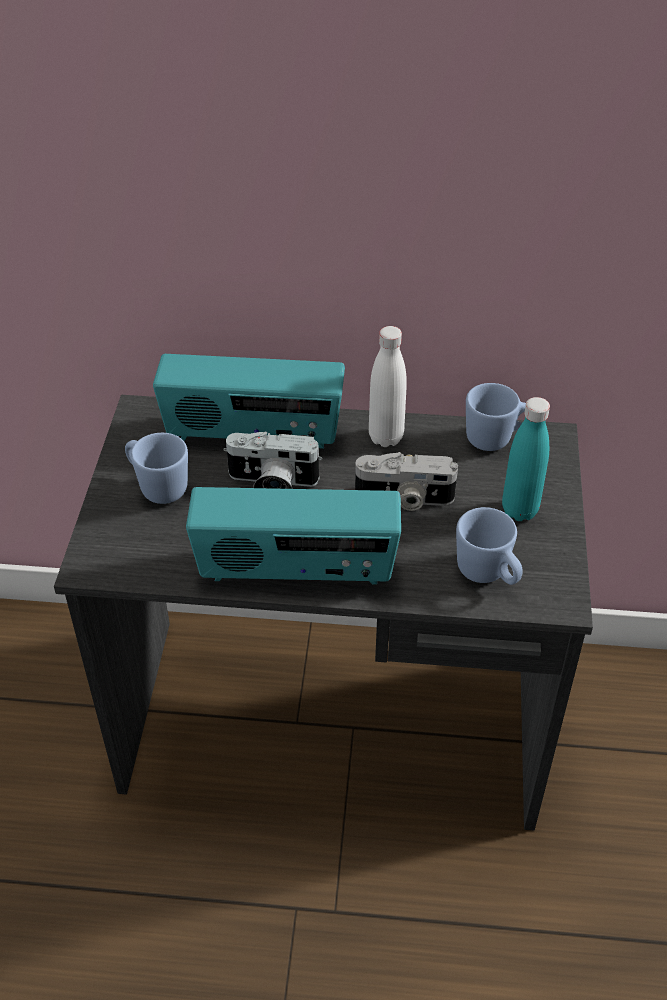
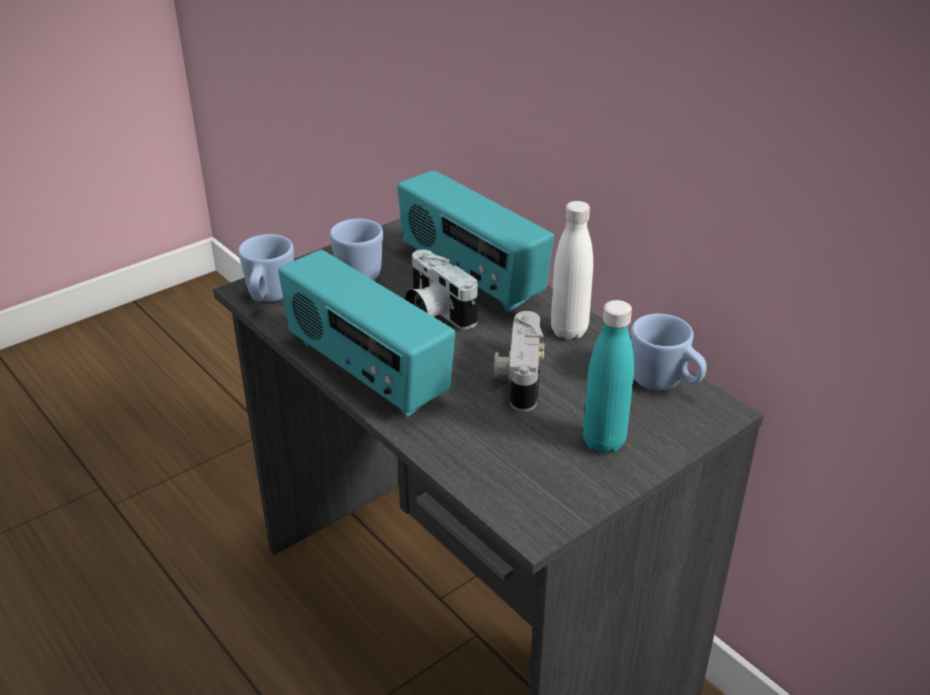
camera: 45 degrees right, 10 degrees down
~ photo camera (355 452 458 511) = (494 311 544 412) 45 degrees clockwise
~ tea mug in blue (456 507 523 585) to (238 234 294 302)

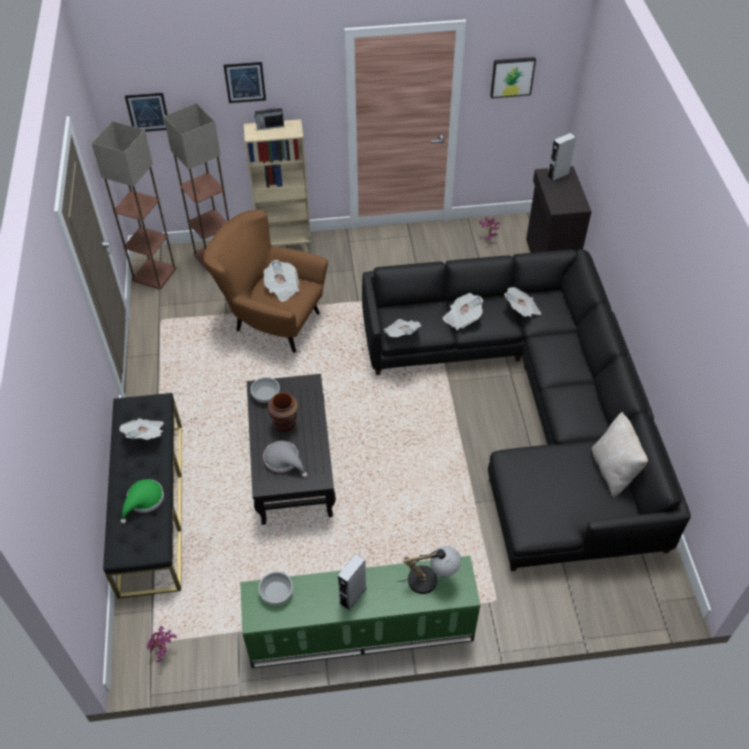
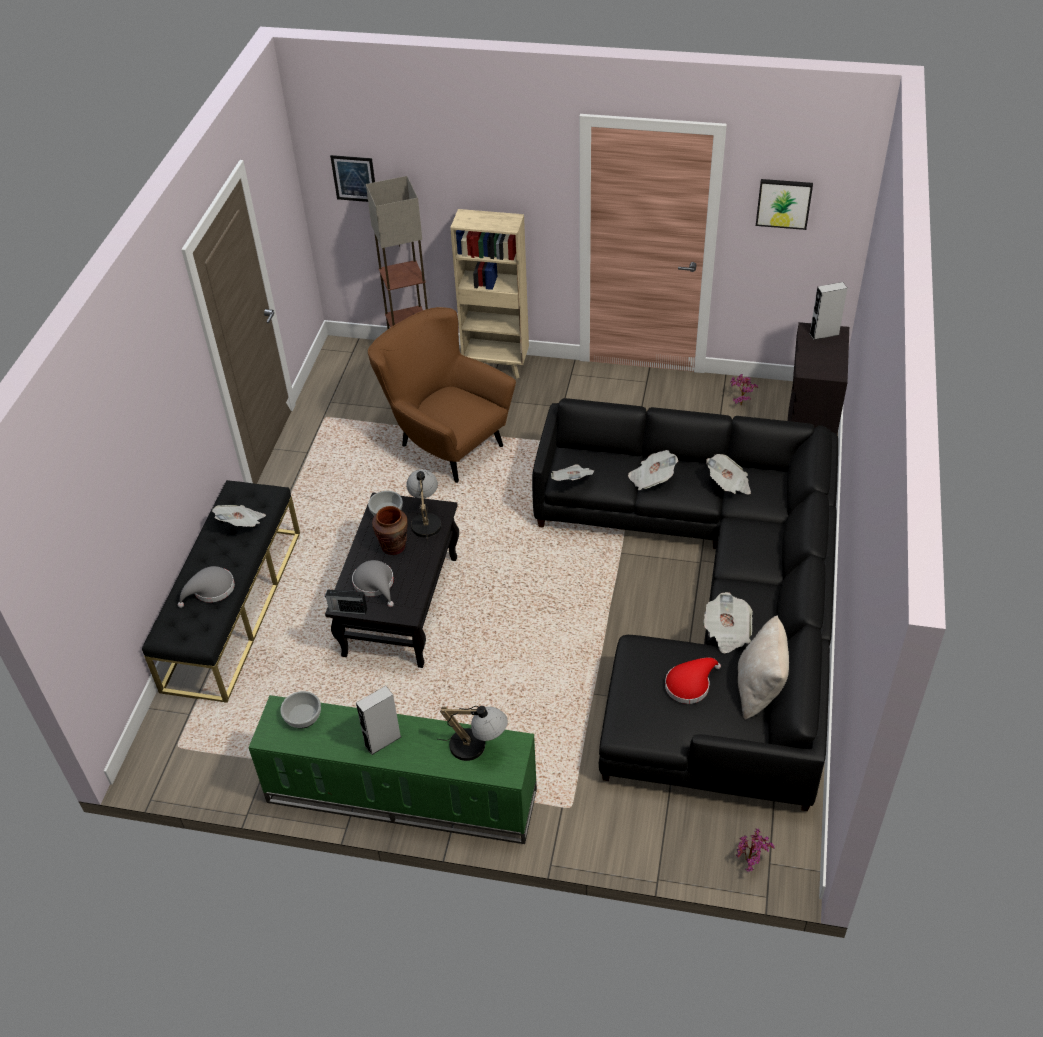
camera: 20 degrees right, 5 degrees down
- picture (223 62 266 103)
~ radio receiver (254 107 284 130) to (325 589 367 615)
- standard lamp (92 121 176 290)
~ newspaper (264 260 300 302) to (703 592 753 654)
~ clothing hat in greenish (121 479 164 524) to clothing hat in grey (178 566 235 608)
~ potted plant (146 626 177 662) to (736 828 775 872)
+ lamp for a table (406 469 441 546)
+ clothing hat in reddish (665 658 721 704)

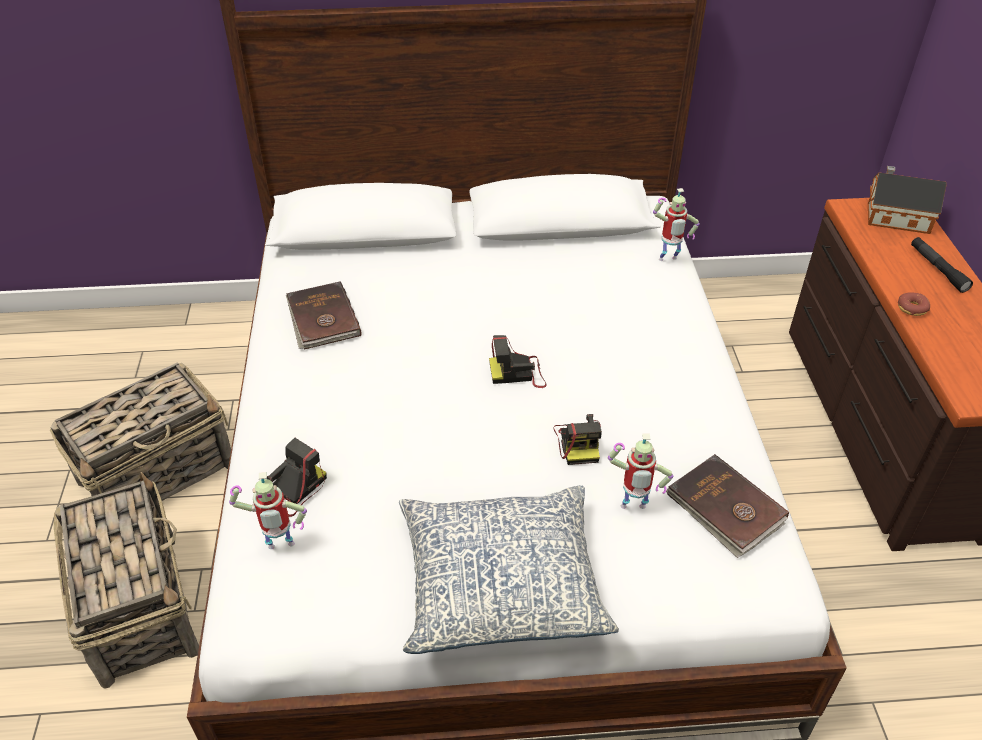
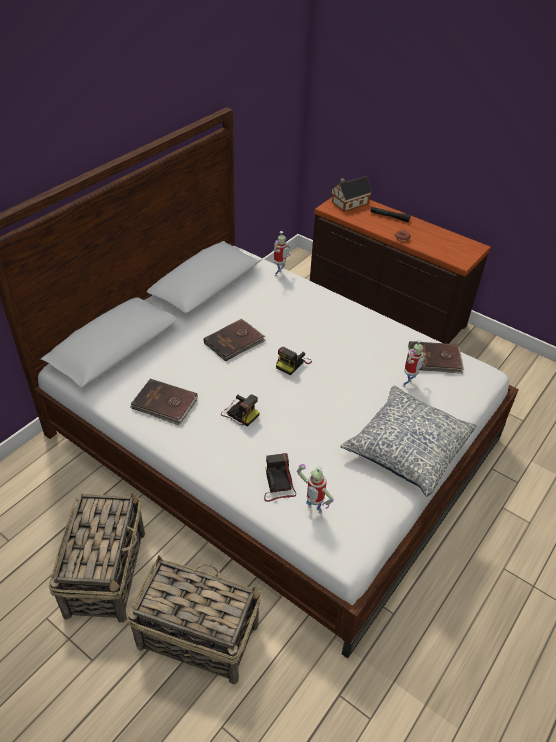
camera: 50 degrees left, 0 degrees up
~ photo camera (553 414 602 465) to (221 394 260 426)
~ model robot (229 472 307 549) = (297 464 334 514) 90 degrees clockwise
+ bound book in brown-coloured (204 319 266 361)

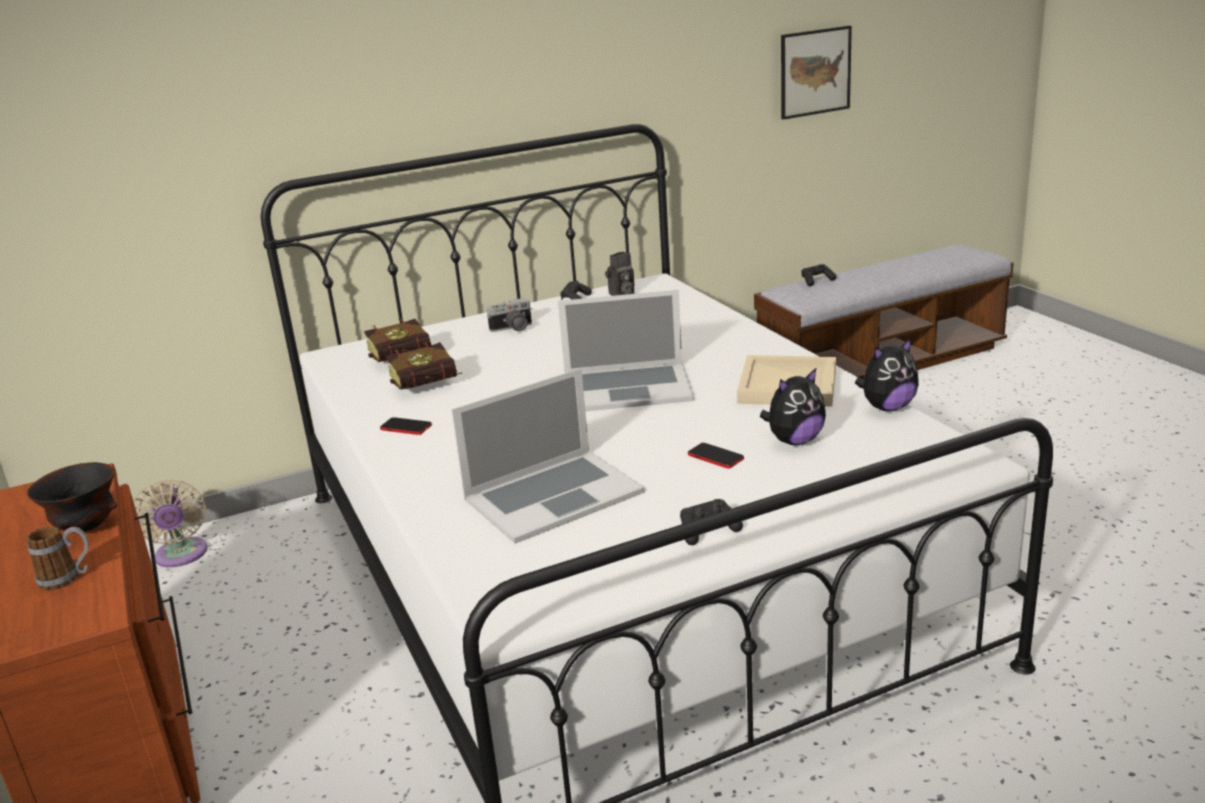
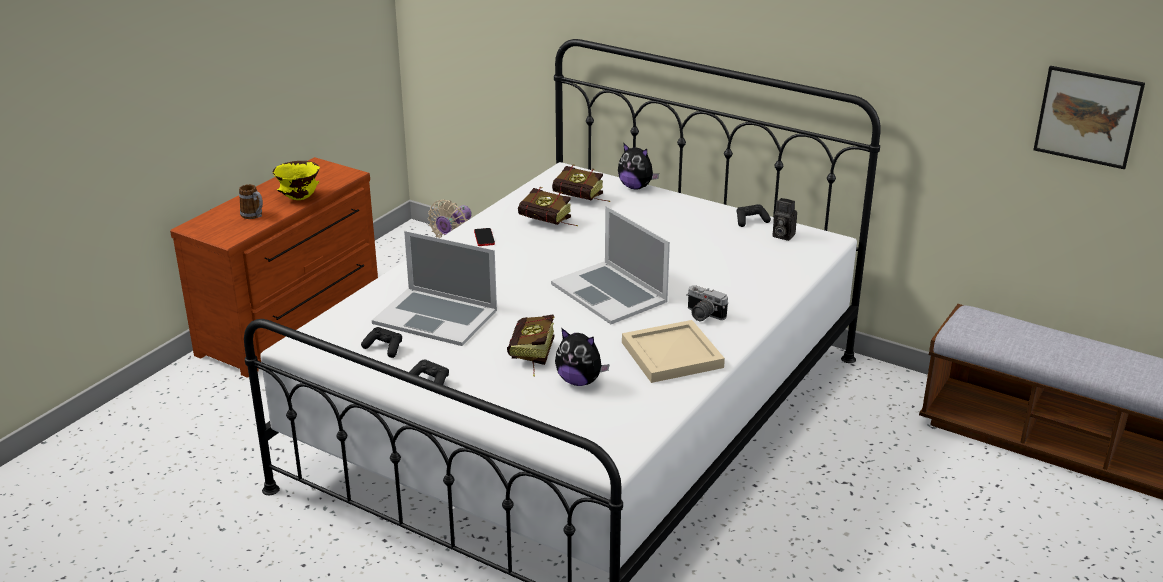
camera: 55 degrees right, 5 degrees up
~ joypad in blackish (801 264 836 286) to (361 327 402 358)
~ photo camera (487 298 532 332) to (686 285 728 321)
~ cuddly toy (855 338 919 411) to (618 143 659 190)
~ telephone (688 443 744 469) to bound book (507 314 554 376)
~ deep dish in blackish (27 462 117 533) to deep dish in yellow-coloured (272 161 320 200)

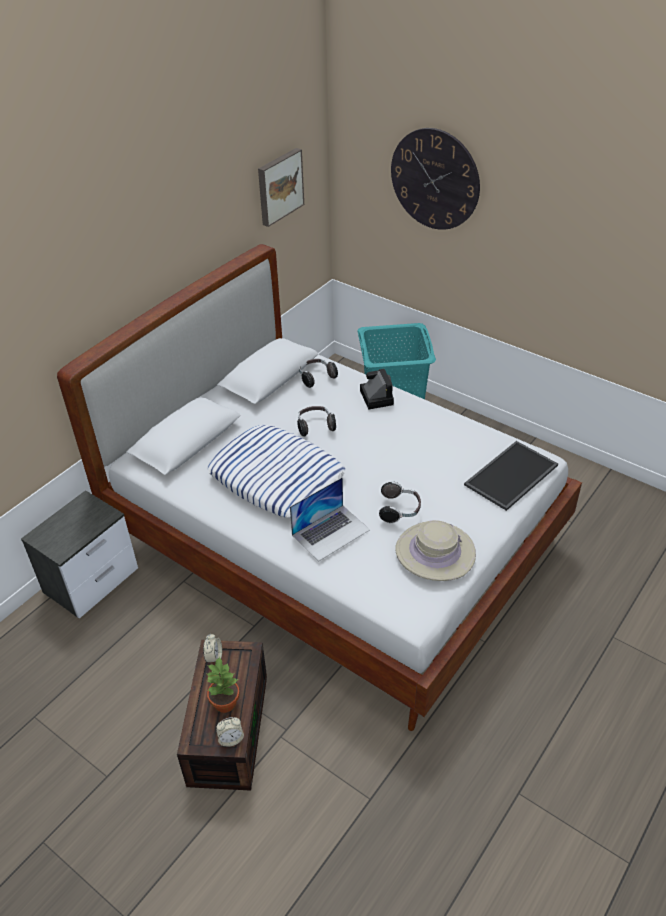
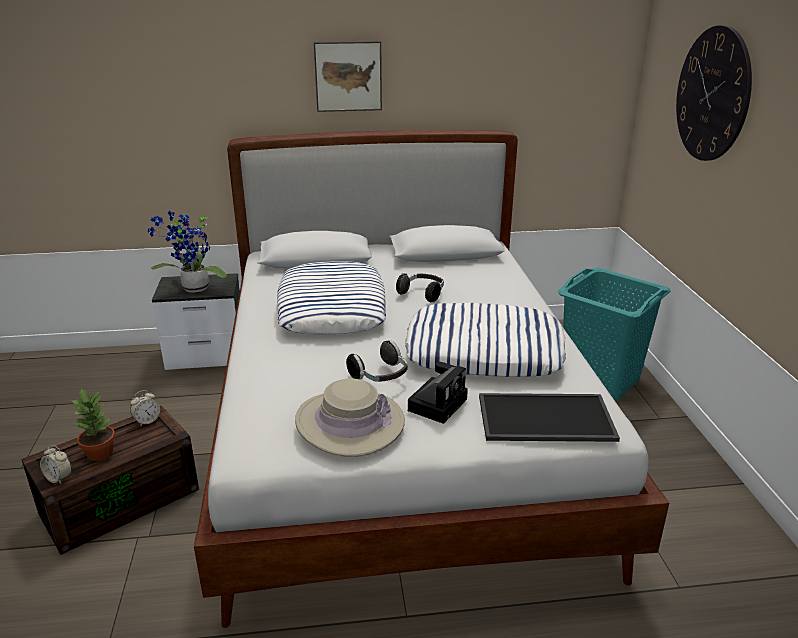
camera: 45 degrees right, 15 degrees down
~ picture (258 148 304 227) to (314 41 382 112)
- headphones (299 359 338 388)
~ photo camera (360 369 394 409) to (408 362 468 424)
- notebook computer (290 477 370 561)
+ potted plant (148 211 227 293)
+ throw pillow (405 303 566 377)

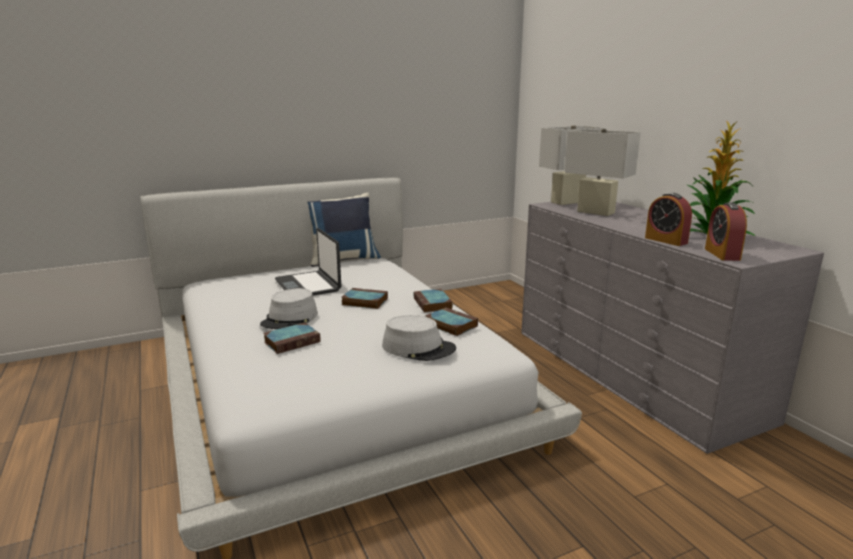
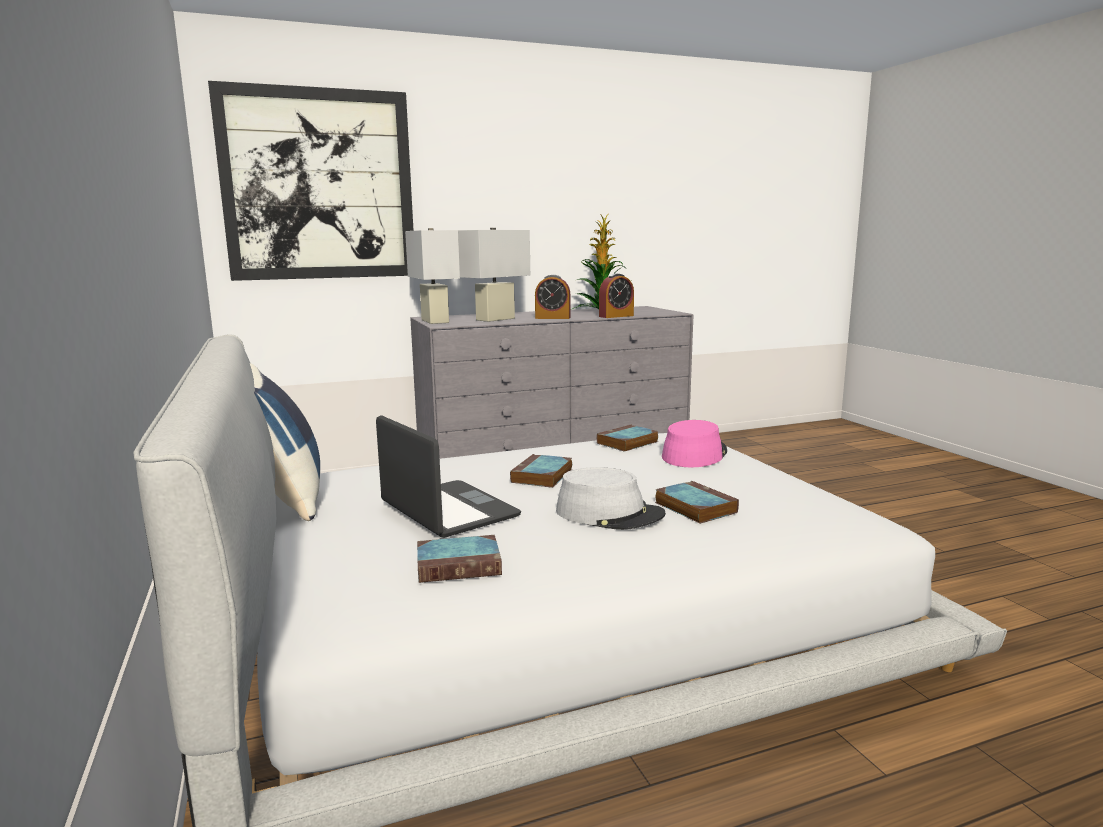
camera: 85 degrees left, 5 degrees down
~ table clock (705 203 747 261) to (535 275 571 319)
~ notebook computer (275 228 342 295) = (376 415 521 538) 105 degrees counterclockwise
~ bound book (414 289 453 313) to (417 535 502 583)
~ clothing hat in grey (382 315 456 361) to clothing hat in pink (662 420 727 467)
+ picture (208 81 414 281)

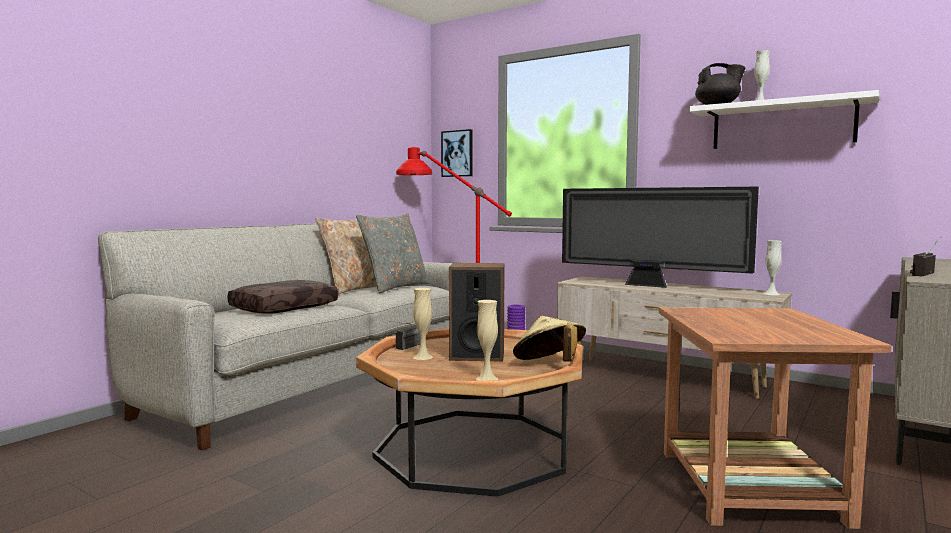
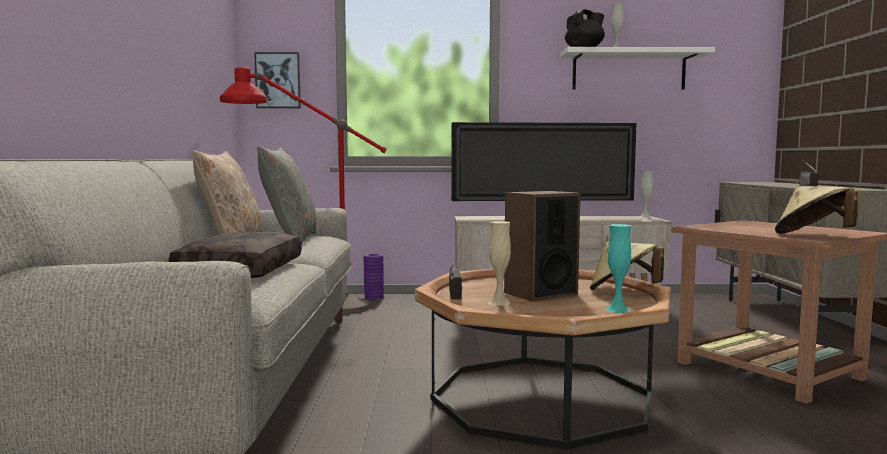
camera: 35 degrees left, 0 degrees up
~ decorative vase in sand-coloured (476 300 498 381) to decorative vase in blue-green (605 224 631 313)
+ clothing hat in sand-coloured (775 186 861 234)

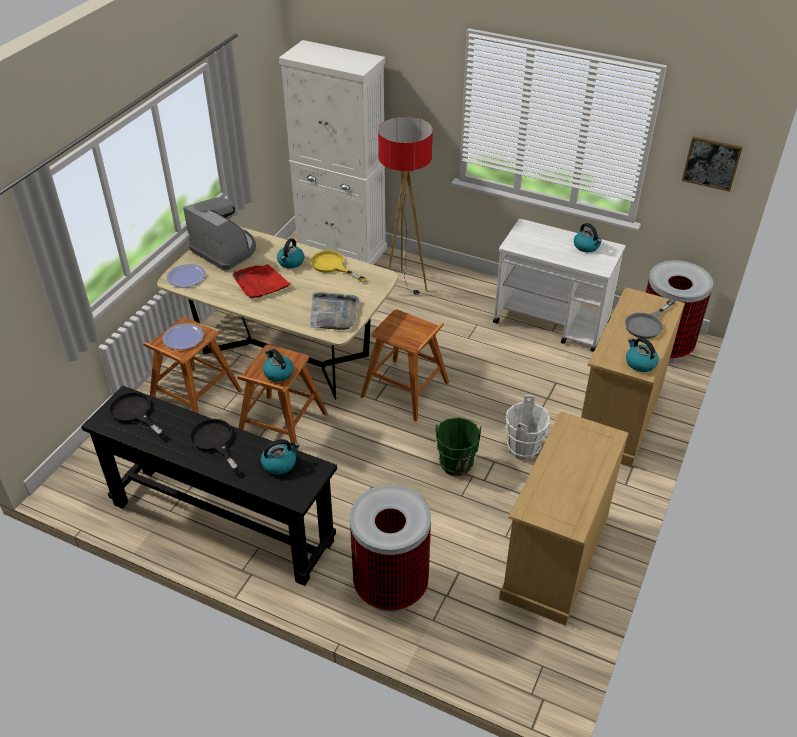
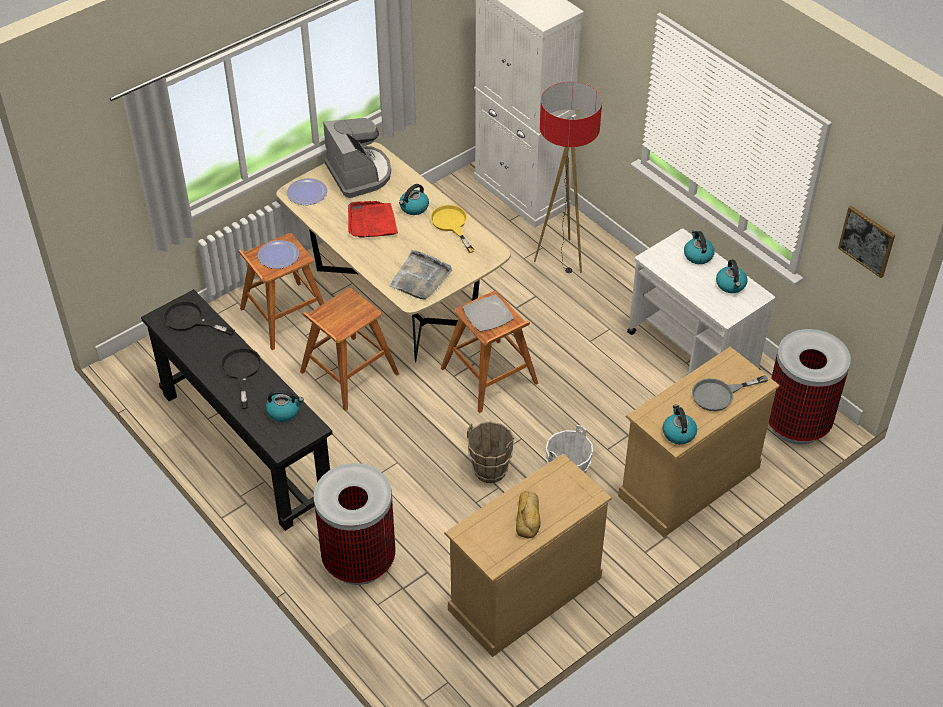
camera: 25 degrees right, 5 degrees up
~ water kettle (263 349 294 382) to (684 230 715 264)
~ skillet in blackish (109 392 168 439) = (163 301 235 336) 45 degrees counterclockwise
~ pail in greenish (436 417 481 476) to pail in brown-coloured (467 421 514 483)
+ flat dish (463 295 514 332)
+ bread (516 491 541 538)

